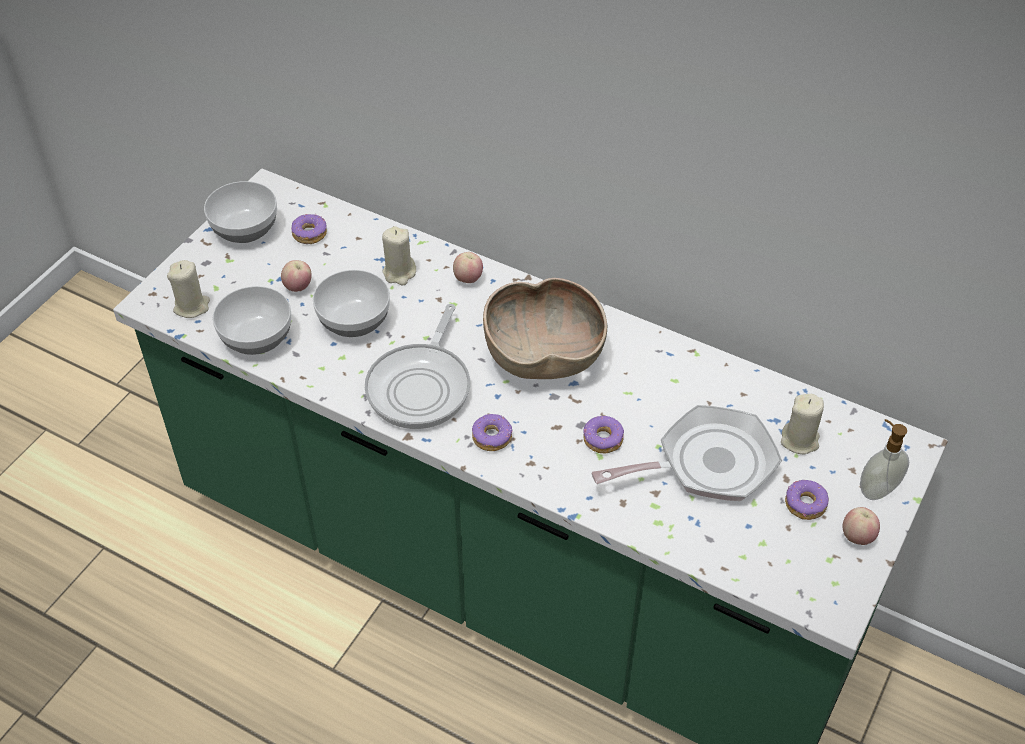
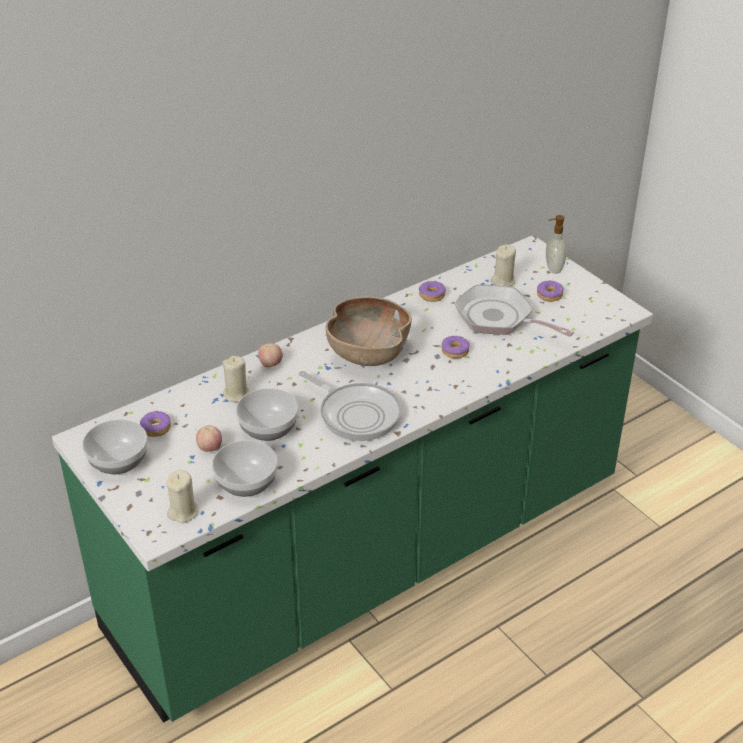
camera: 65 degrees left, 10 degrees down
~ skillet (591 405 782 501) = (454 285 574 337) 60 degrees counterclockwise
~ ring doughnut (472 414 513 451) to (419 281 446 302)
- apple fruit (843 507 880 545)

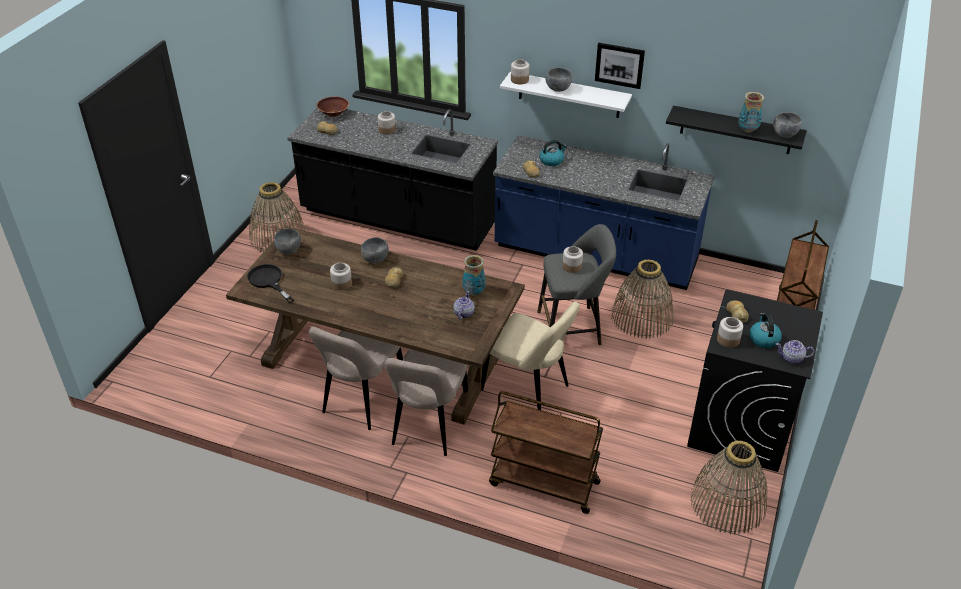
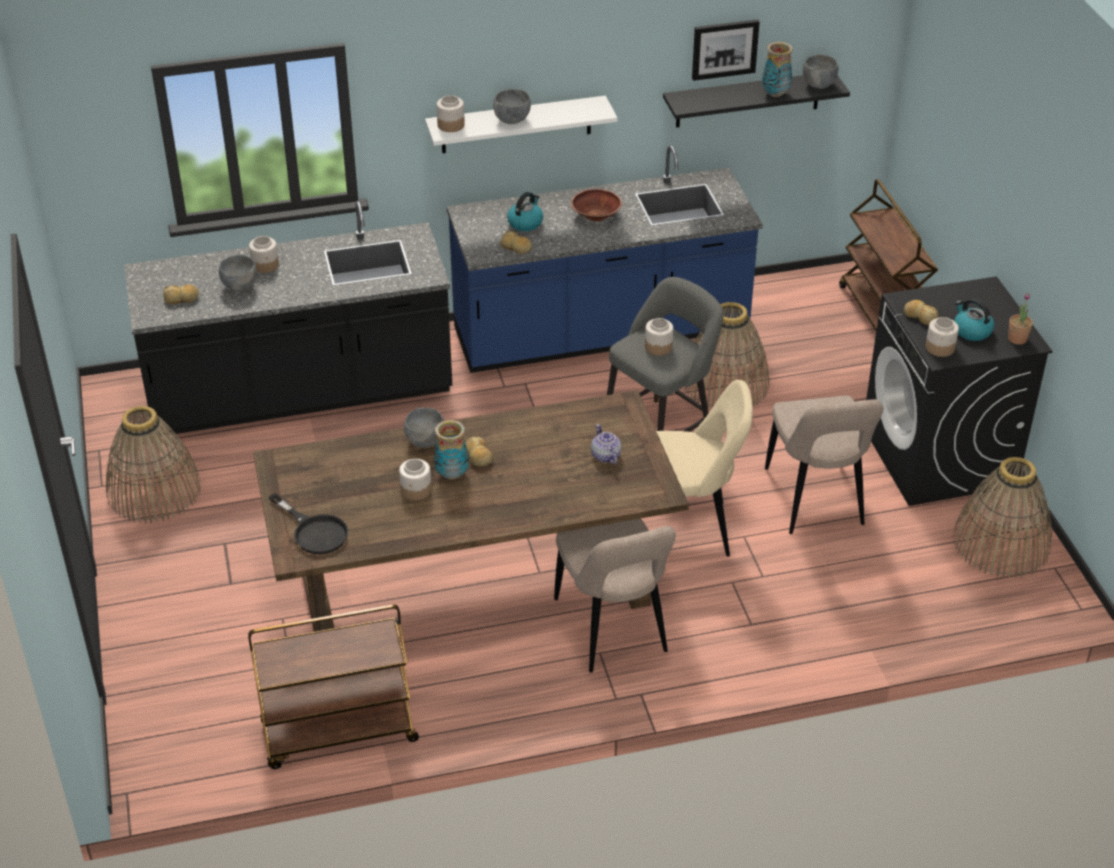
camera: 35 degrees left, 0 degrees up
~ picture (595 43 645 89) to (692 19 760 81)
~ deep dish in brown-coloured (316 97 349 117) to (571 189 622 221)
~ deep dish in grey (274 228 301 254) to (219 255 257 292)
~ decorative vase (462 255 486 296) to (434 420 469 480)
~ skillet in blackish (247 264 294 303) = (268 493 348 554) 150 degrees counterclockwise
~ plain chair in sand-coloured (309 327 403 430) to (765 395 883 534)
~ pot for tea (776 340 814 364) to potted plant (1008 293 1033 345)
~ trolley in brown-coloured (489 391 603 514) to (248 604 419 769)

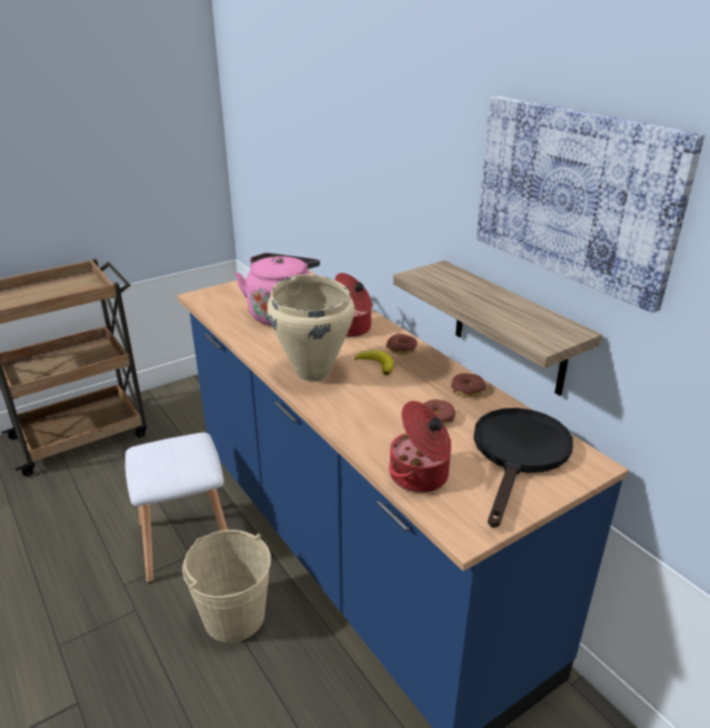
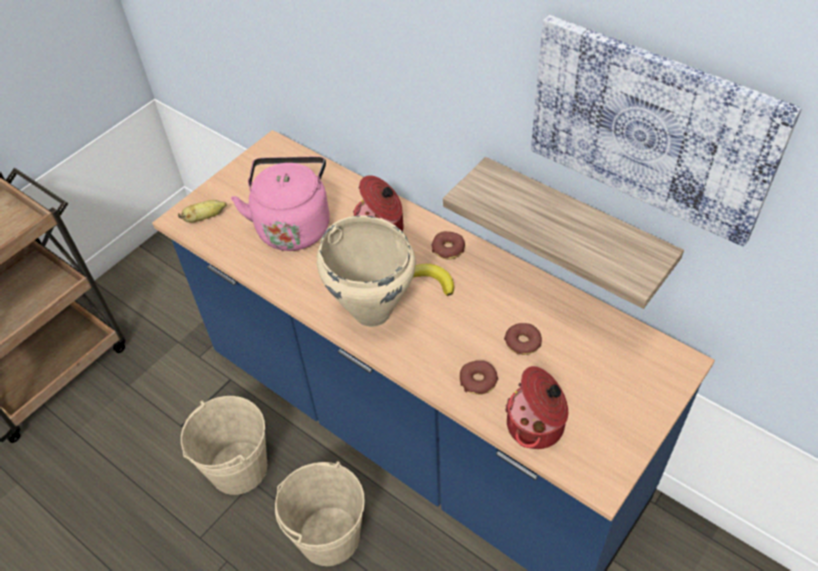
camera: 15 degrees left, 20 degrees up
~ ring doughnut (451 373 486 397) to (460 361 498 395)
- skillet in blackish (474 408 573 528)
~ sitting stool in white (125 433 227 583) to pail in sand-coloured (181 396 267 495)
+ whole banana (178 200 227 223)

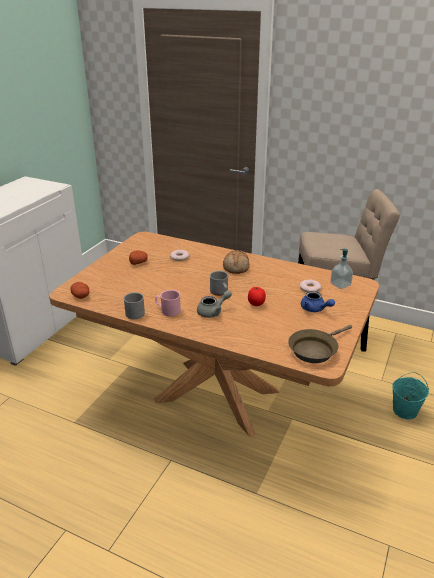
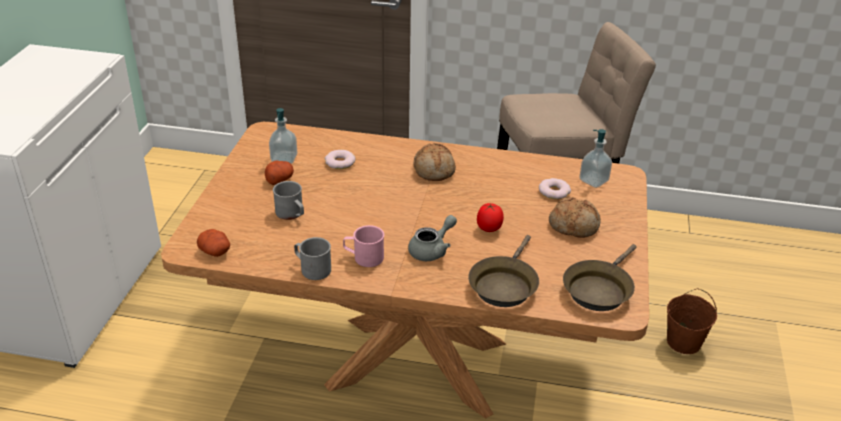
camera: 15 degrees left, 5 degrees up
~ tea mug in grey (210 271 229 296) to (273 181 304 220)
~ pot for tea in blue (301 291 335 312) to bread (549 197 601 238)
~ pail in blue-green (392 372 429 420) to pail in brown-coloured (667 288 717 354)
+ liquid soap bottle (269 108 297 164)
+ skillet in brown-coloured (468 235 539 307)

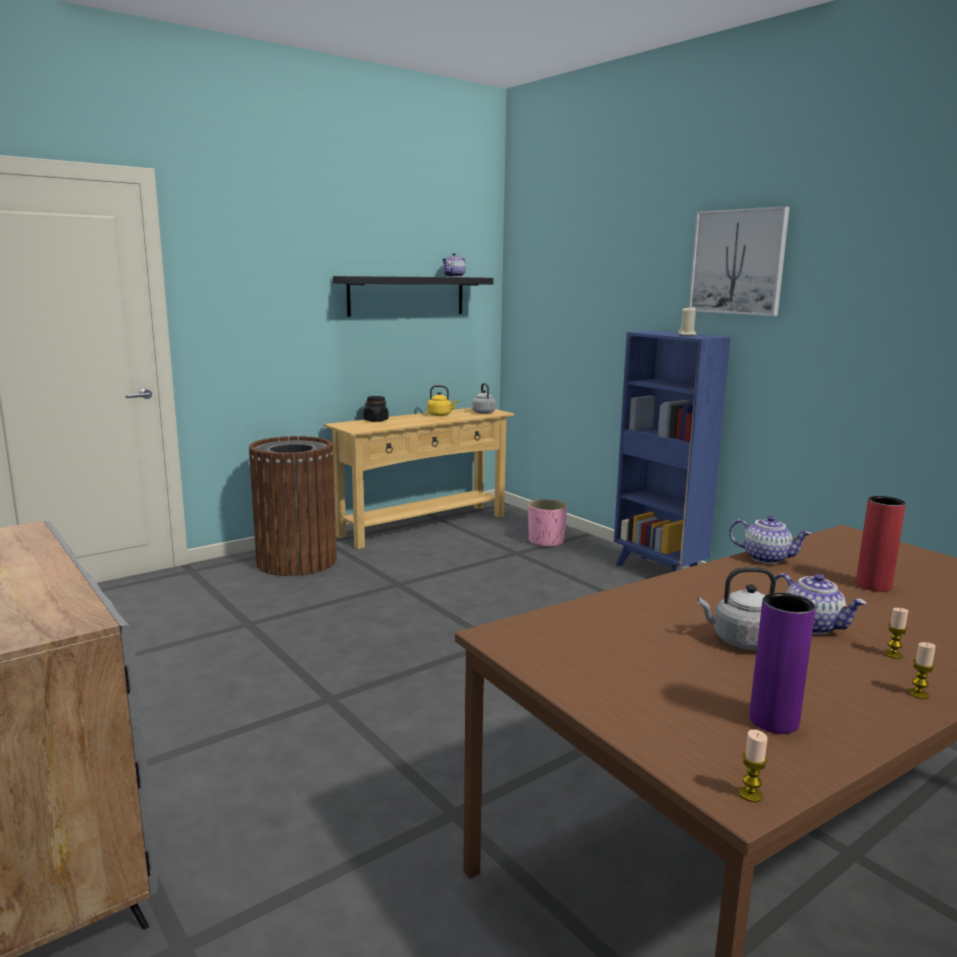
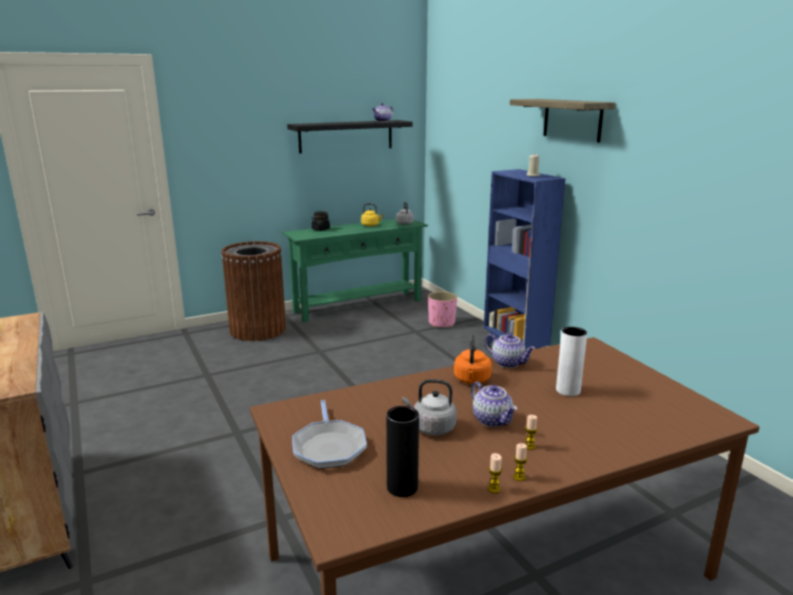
camera: 10 degrees right, 5 degrees up
~ picture (689 206 790 316) to shelf (510 99 616 143)
~ console table in sand-coloured (324 407 514 549) to console table in greenish (282 219 428 322)
~ decorative vase in reddish (856 496 906 592) to decorative vase in white (556 327 587 396)
~ decorative vase in purplish (749 593 815 734) to decorative vase in blackish (386 406 419 497)
~ wax light (739 729 768 802) to (488 453 502 493)
+ water kettle in orange-coloured (454 334 492 384)
+ skillet (292 400 367 469)

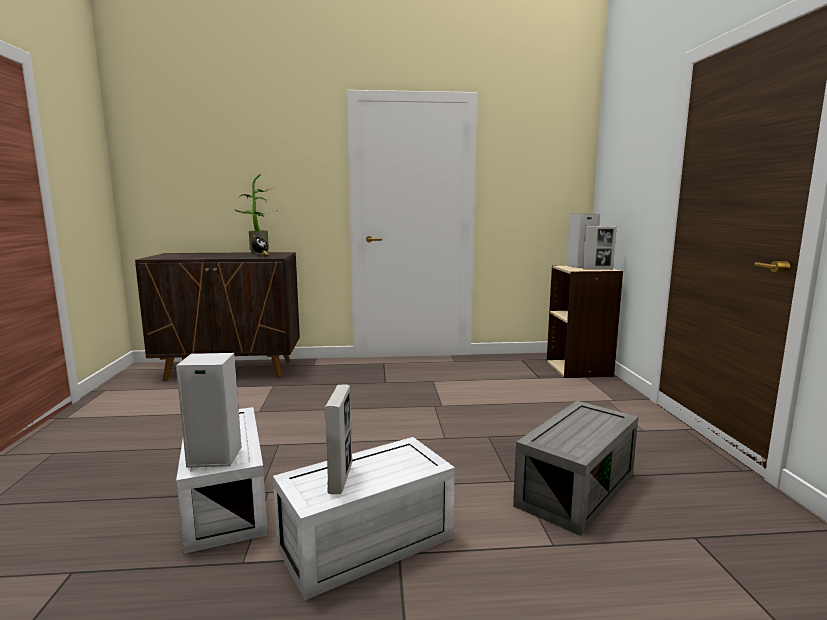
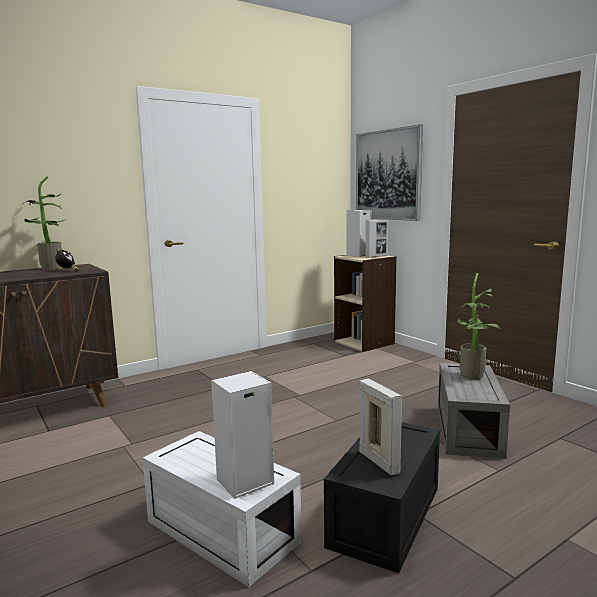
camera: 30 degrees left, 0 degrees up
~ storage box in white (273 437 455 600) to storage box in blackish (324 422 440 573)
+ picture (356 124 423 221)
+ potted plant (457 273 501 379)

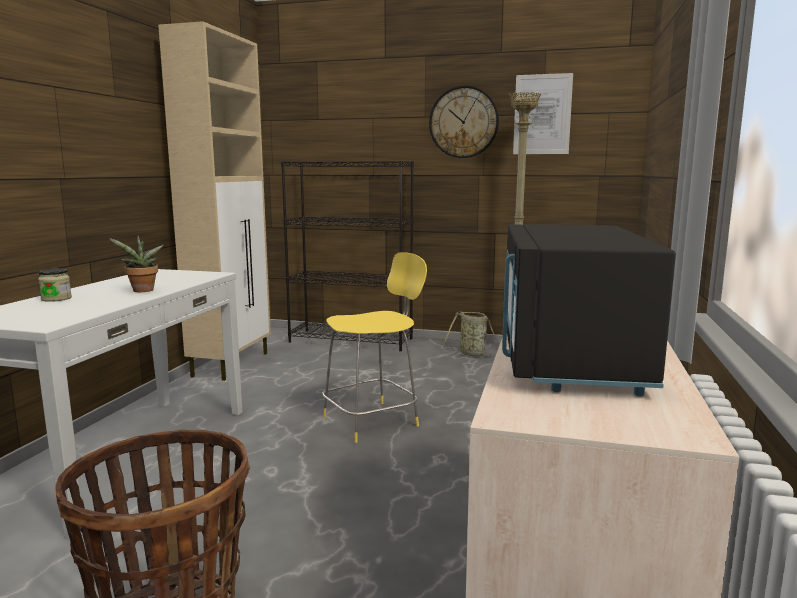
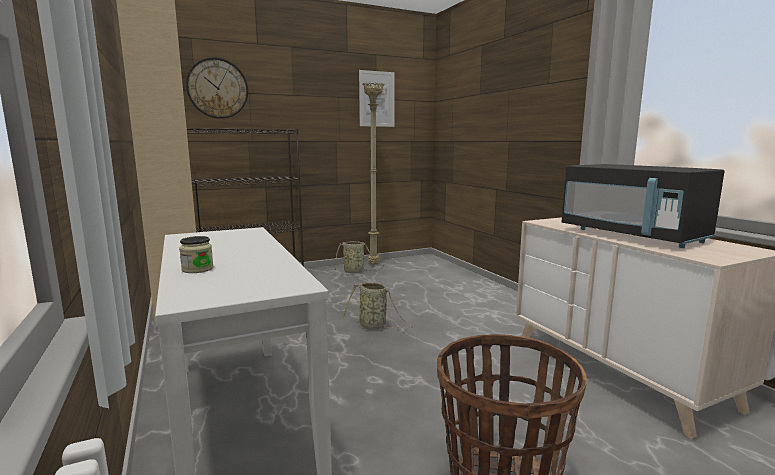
camera: 40 degrees left, 0 degrees up
~ clock on the wall (429 85 499 158) to (186 57 248 119)
- potted plant (109 236 164 292)
~ sitting stool in yellow-coloured (322 252 427 443) to household basket (342 282 413 330)

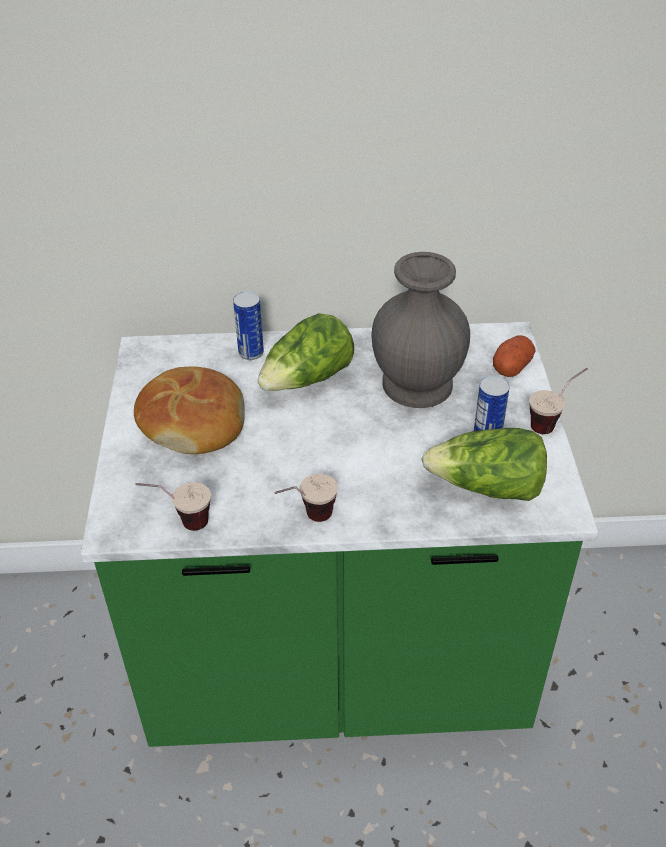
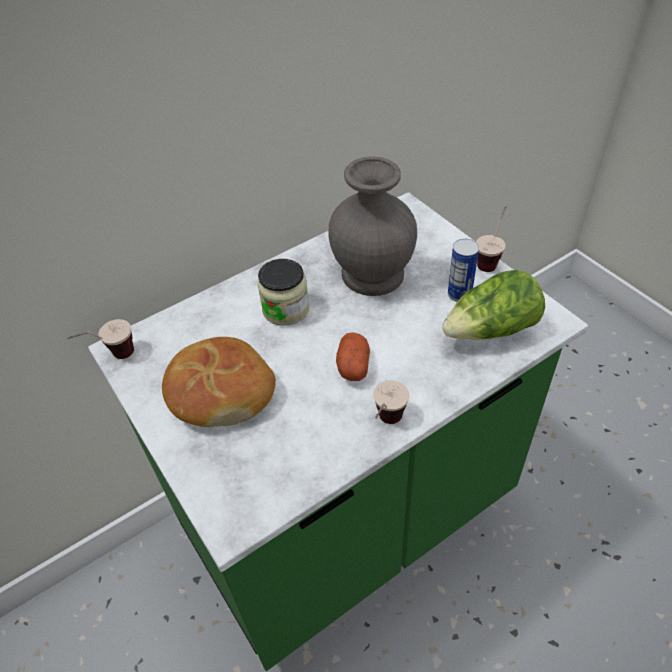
camera: 30 degrees left, 5 degrees up
- can (233 291 264 360)
~ head of lettuce (258 313 354 391) to jar (258 259 309 326)
~ whole potato (493 335 535 377) to (336 332 370 381)
~ cup (135 482 211 531) to (67 319 134 359)

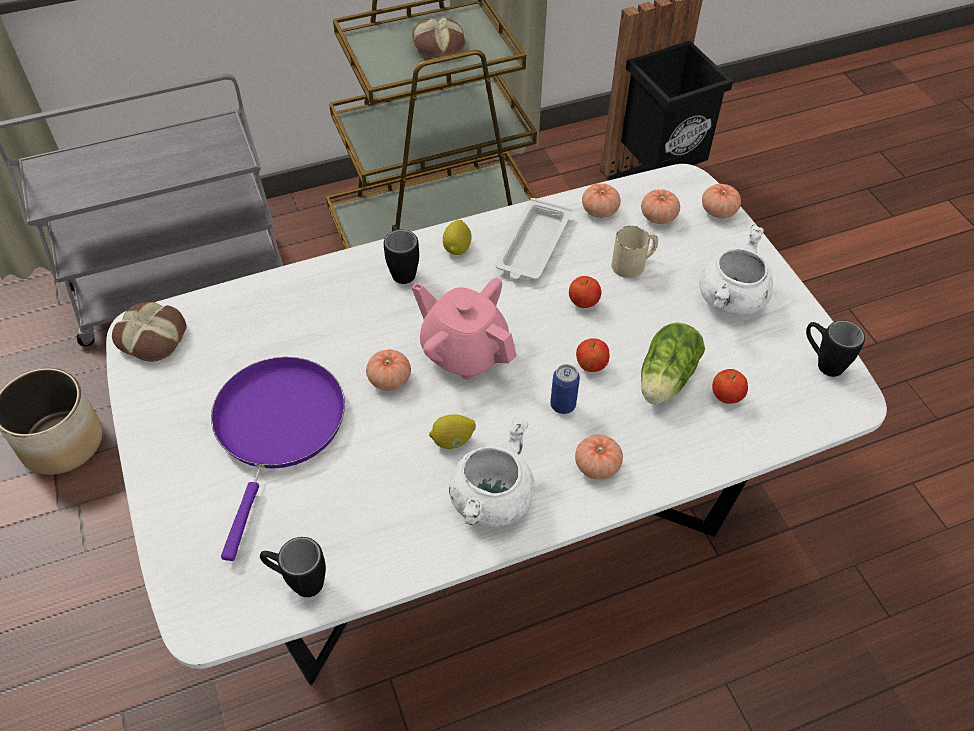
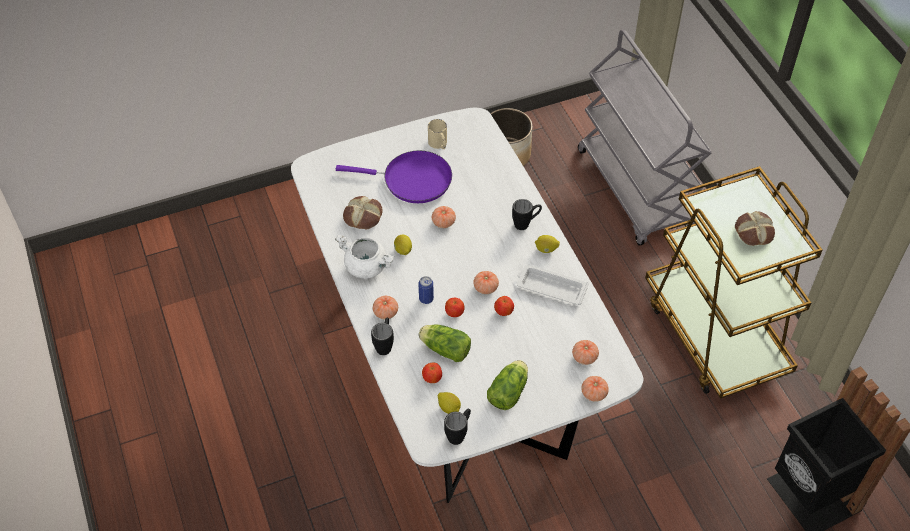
camera: 90 degrees right, 0 degrees up
~ fresh tomato (582 184 621 218) to (473 271 499 294)
~ cooking pot in white (699 224 773 316) to head of lettuce (487 360 528 410)
~ tea mug in sand-coloured (611 226 658 278) to (428 119 447 149)
- pot for tea in pink (411 278 517 380)
~ bread (112 302 186 362) to (343 196 383 229)
~ tea mug in blackish (260 537 326 597) to (371 318 394 355)
+ lemon (438 392 461 414)

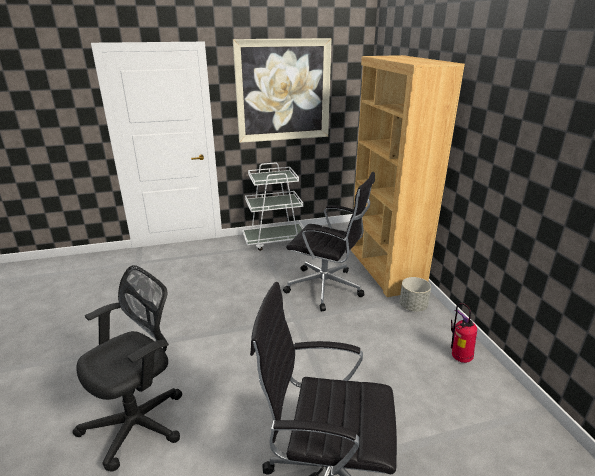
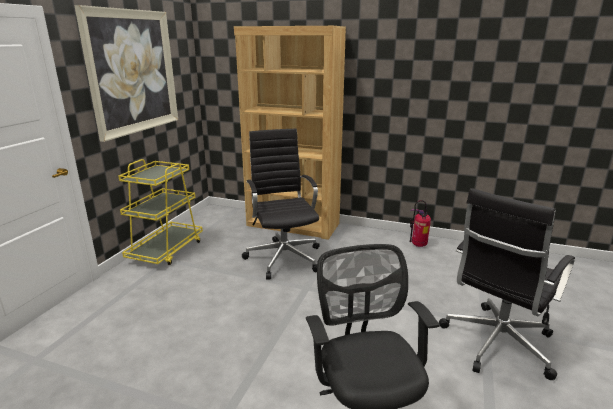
camera: 55 degrees left, 5 degrees down
~ trolley in white (242 162 304 251) to trolley in yellow-coloured (118 159 203 265)
~ desk chair in blackish (283 172 375 311) = (242 128 320 280) 75 degrees counterclockwise
- flower pot in grey (400 277 431 312)

